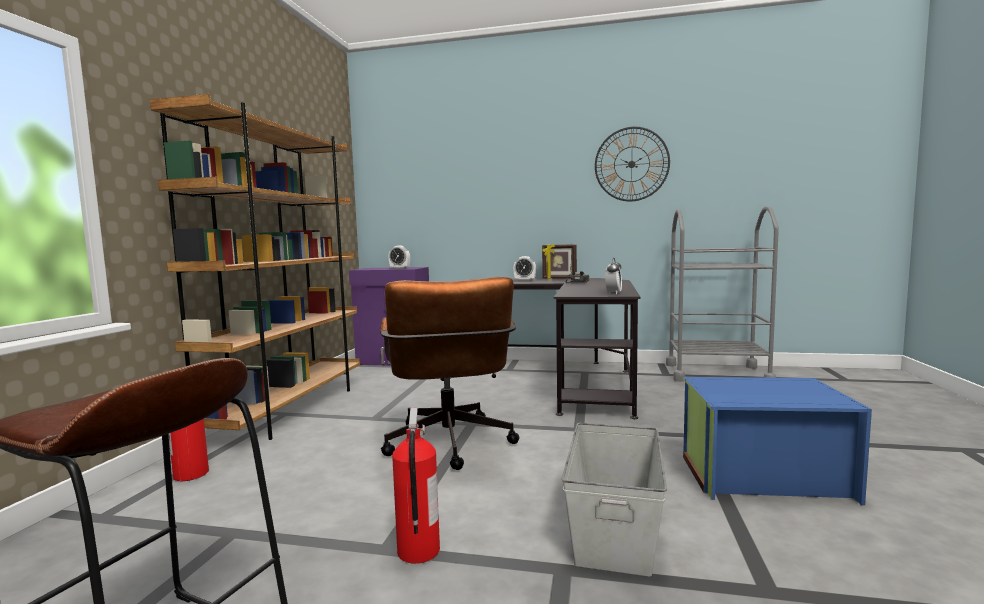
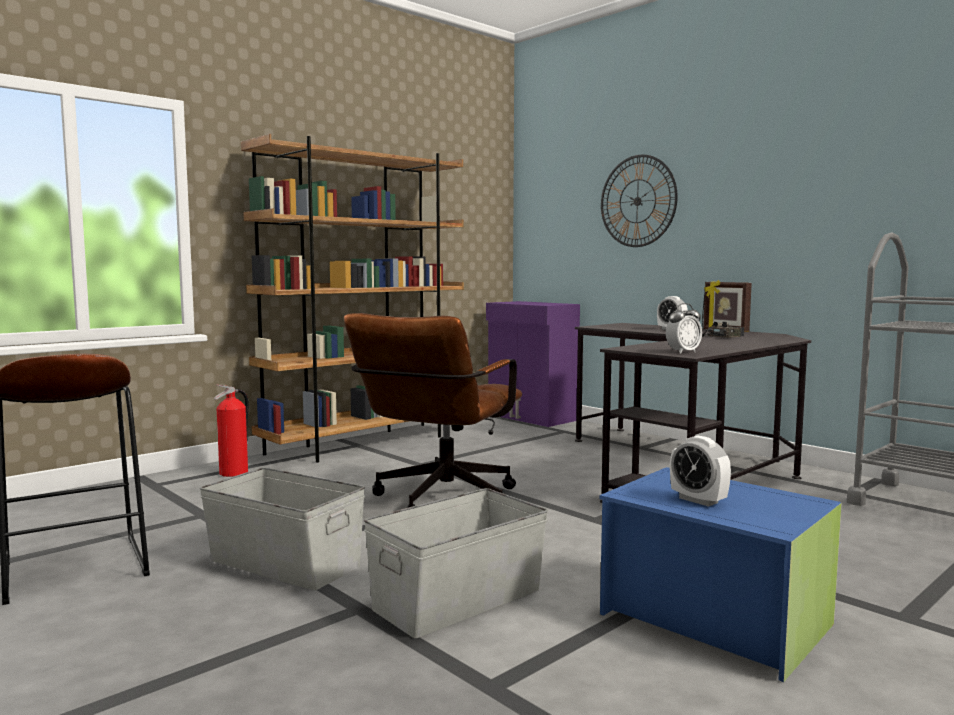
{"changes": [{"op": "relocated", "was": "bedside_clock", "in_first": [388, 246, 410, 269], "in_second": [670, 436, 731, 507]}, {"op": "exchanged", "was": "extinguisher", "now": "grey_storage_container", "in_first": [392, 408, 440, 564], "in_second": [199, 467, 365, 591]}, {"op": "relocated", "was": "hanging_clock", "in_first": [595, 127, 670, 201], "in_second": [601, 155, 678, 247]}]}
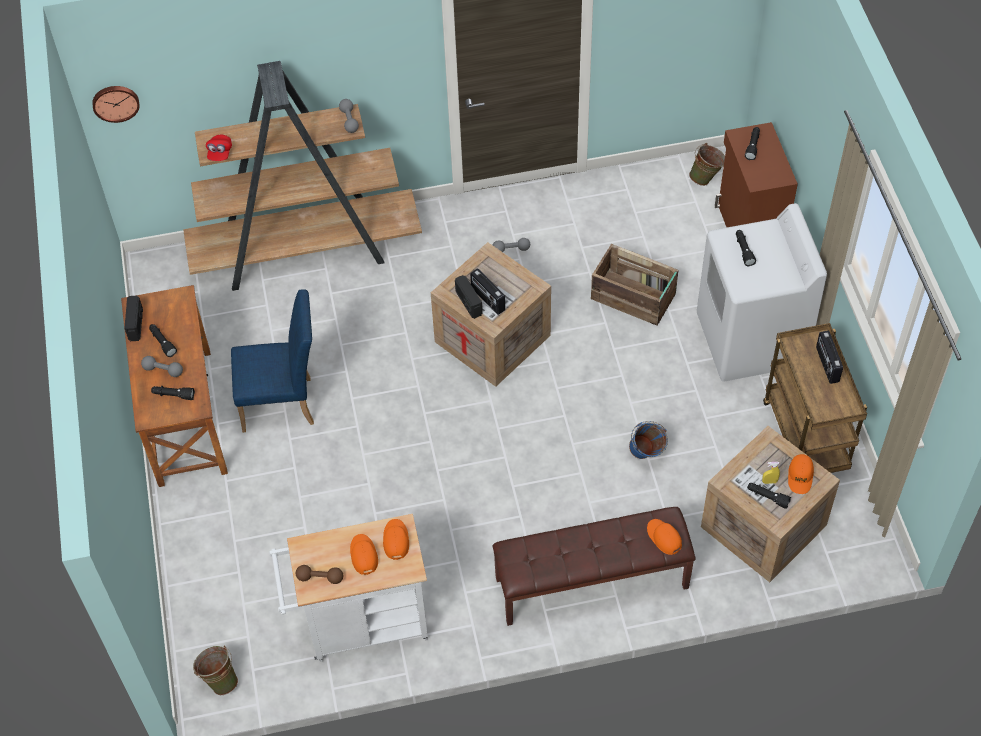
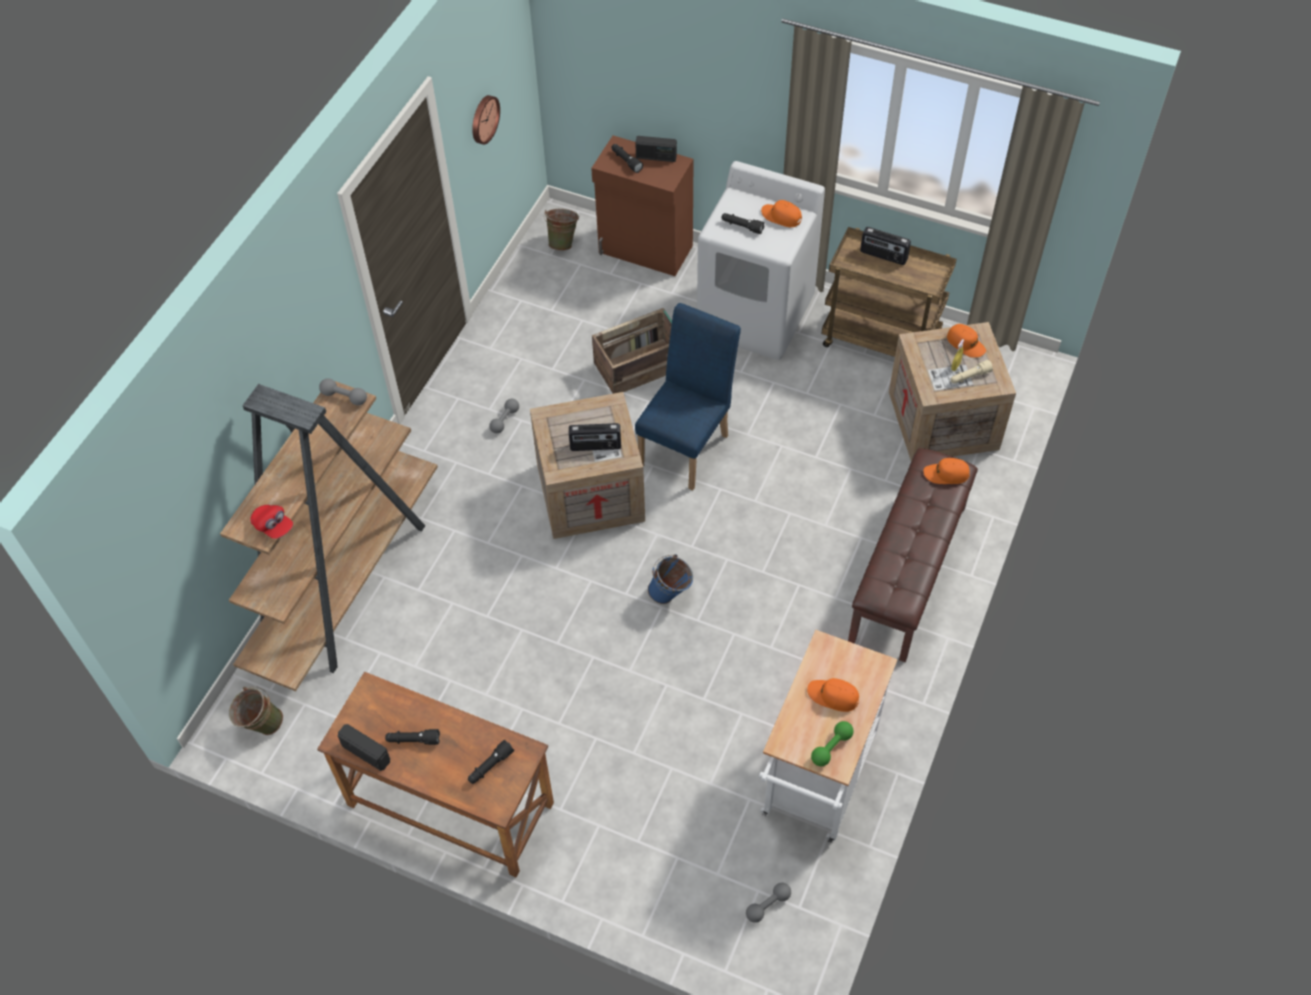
{"changes": [{"op": "relocated", "was": "hanging_clock", "in_first": [92, 86, 140, 123], "in_second": [472, 95, 500, 145]}, {"op": "relocated", "was": "grey_dumbbell", "in_first": [141, 356, 183, 377], "in_second": [746, 883, 791, 923]}, {"op": "relocated", "was": "green-coloured_water_bucket", "in_first": [193, 646, 238, 695], "in_second": [229, 686, 283, 735]}, {"op": "relocated", "was": "blue-coloured_upright_chair", "in_first": [231, 289, 314, 433], "in_second": [635, 303, 741, 490]}, {"op": "colour", "was": "brownish_dumbbell", "now": "green-coloured_dumbbell", "in_first": [296, 565, 343, 584], "in_second": [811, 721, 854, 766]}, {"op": "relocated", "was": "orangey_peaked_cap", "in_first": [383, 519, 409, 560], "in_second": [761, 200, 802, 227]}, {"op": "relocated", "was": "radio_receiver", "in_first": [455, 275, 483, 319], "in_second": [635, 136, 677, 162]}, {"op": "relocated", "was": "blue-coloured_water_bucket", "in_first": [629, 421, 668, 459], "in_second": [648, 554, 693, 604]}, {"op": "colour", "was": "blackish_flashlight", "now": "beige-coloured_flashlight", "in_first": [747, 483, 791, 509], "in_second": [950, 360, 993, 384]}]}
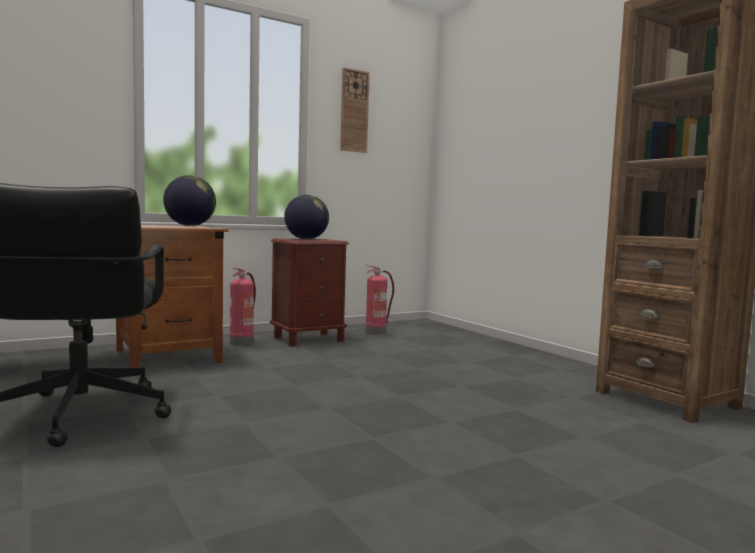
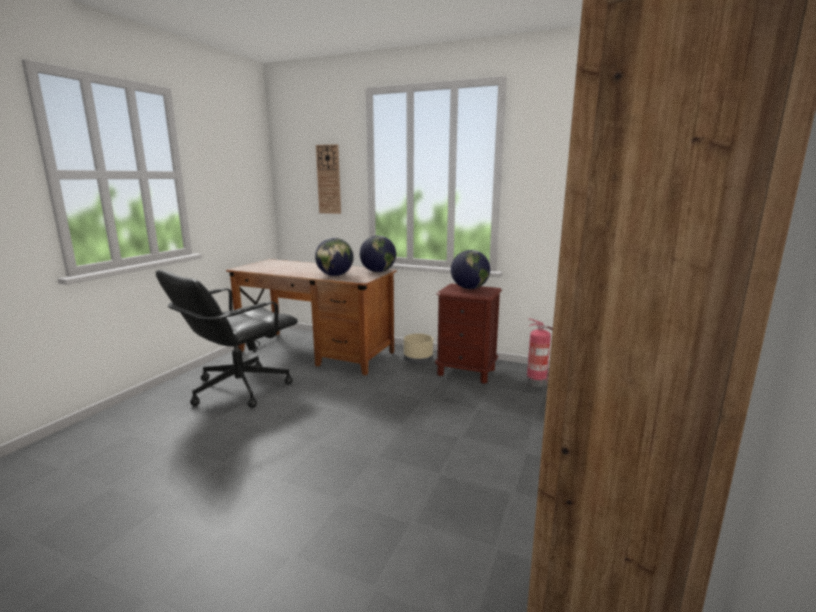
{"changes": [{"op": "exchanged", "was": "extinguisher", "now": "beige-coloured_plant_pot", "in_first": [229, 268, 256, 346], "in_second": [404, 334, 433, 364]}, {"op": "relocated", "was": "hanging_clock", "in_first": [340, 68, 370, 153], "in_second": [316, 144, 341, 214]}, {"op": "appeared", "now": "desk_globe", "in_second": [315, 238, 354, 276]}]}
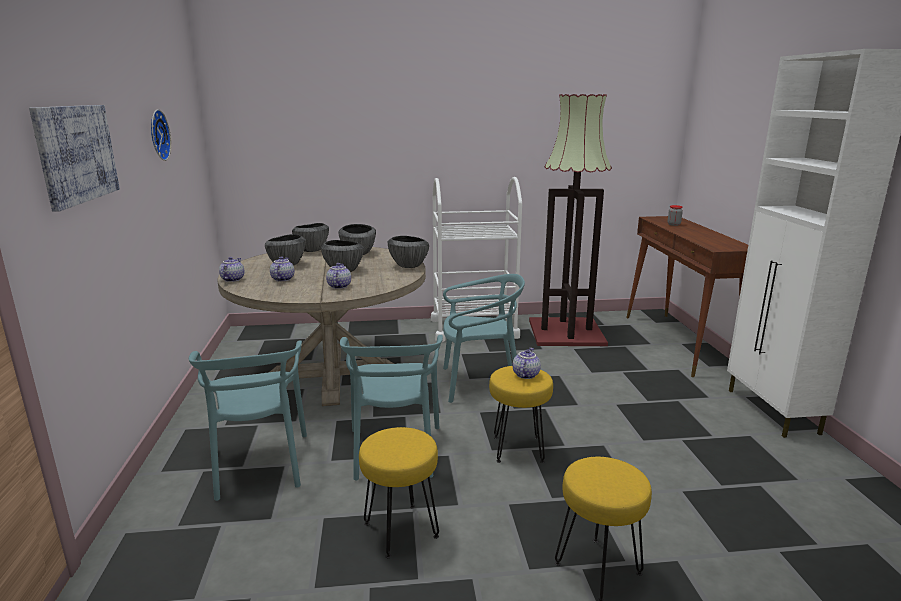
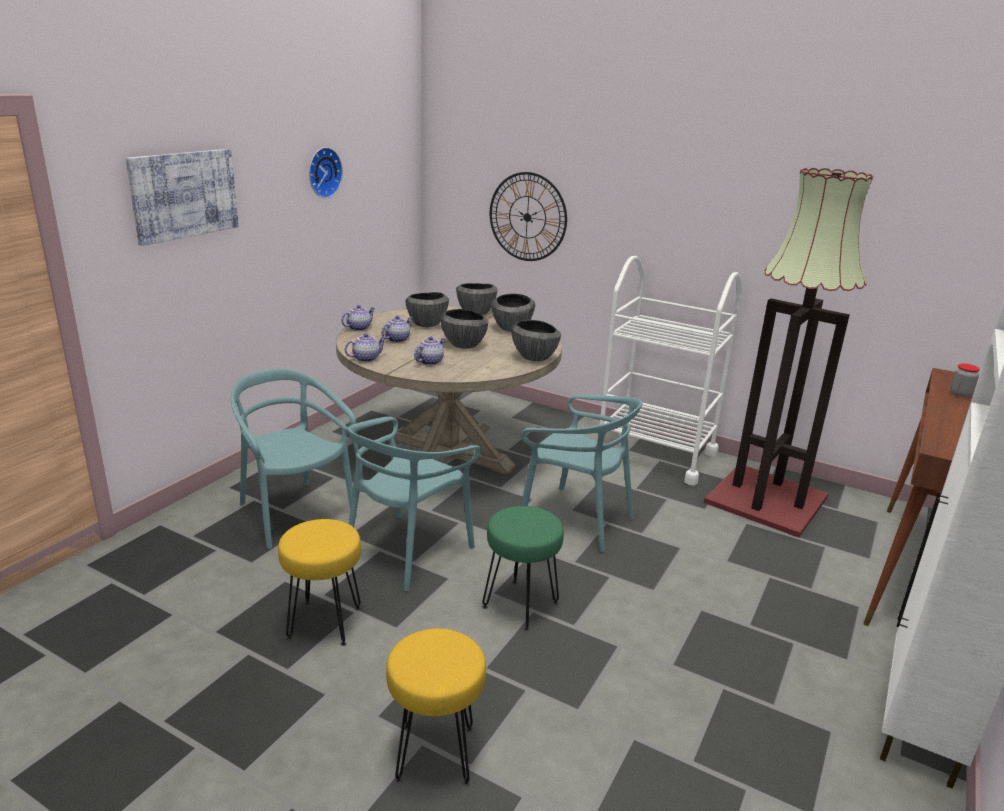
{"changes": [{"op": "spun", "was": "blue-green_upright_chair", "in_first": [189, 340, 307, 501], "in_second": [231, 369, 357, 549], "clockwise": 120}, {"op": "colour", "was": "yellowish_stool", "now": "green-coloured_stool", "in_first": [489, 366, 553, 463], "in_second": [482, 506, 564, 631]}, {"op": "relocated", "was": "pot_for_tea", "in_first": [513, 348, 541, 379], "in_second": [345, 333, 387, 362]}, {"op": "appeared", "now": "hanging_clock", "in_second": [490, 172, 567, 261]}]}
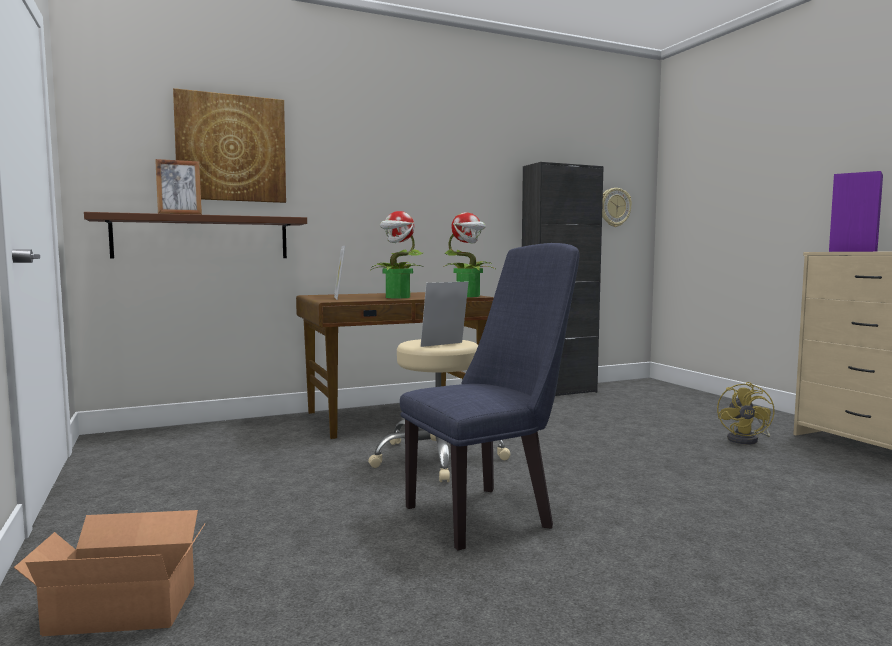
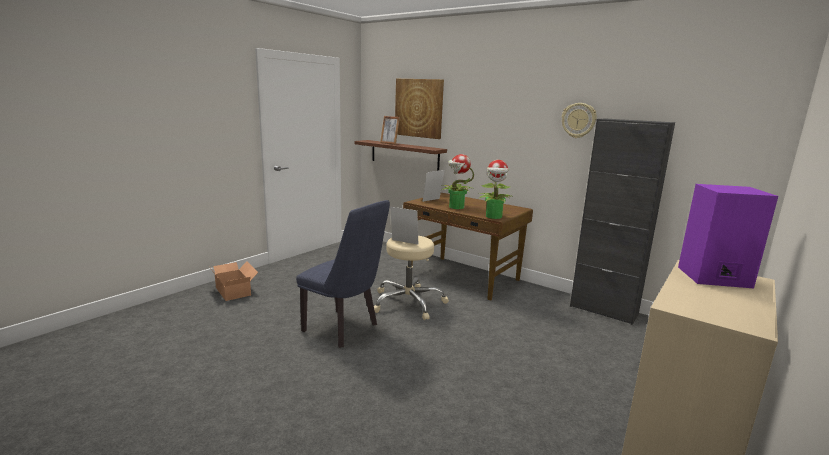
{"changes": [{"op": "relocated", "was": "hanging_clock", "in_first": [602, 188, 632, 227], "in_second": [562, 103, 597, 138]}, {"op": "missing", "was": "yellowish_electric_fan", "in_first": [717, 382, 774, 444]}]}
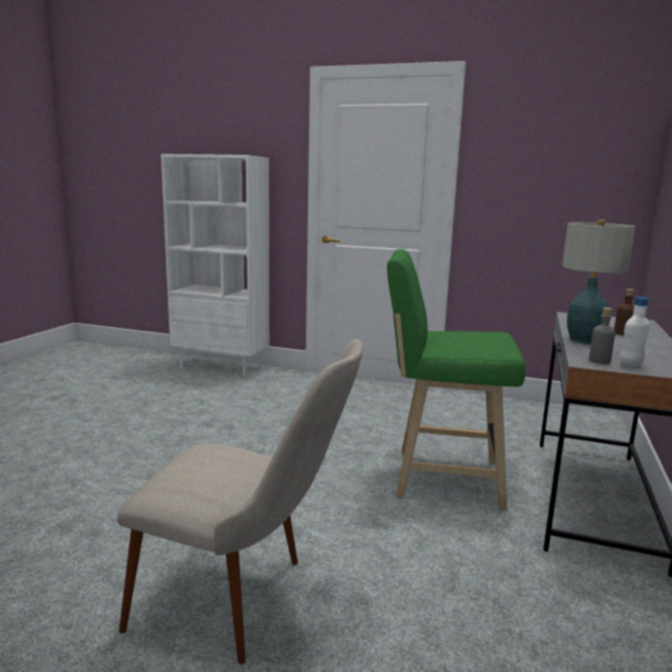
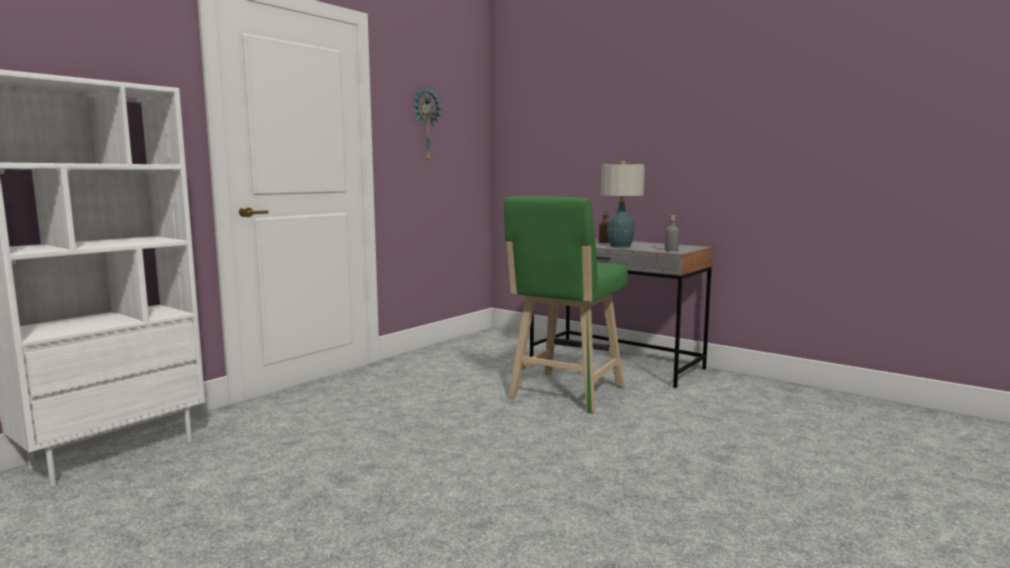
{"changes": [{"op": "missing", "was": "beige-coloured_upright_chair", "in_first": [117, 339, 363, 664]}, {"op": "missing", "was": "whitish_beverage_bottle", "in_first": [620, 297, 650, 367]}, {"op": "appeared", "now": "hanging_clock", "in_second": [413, 87, 441, 163]}]}
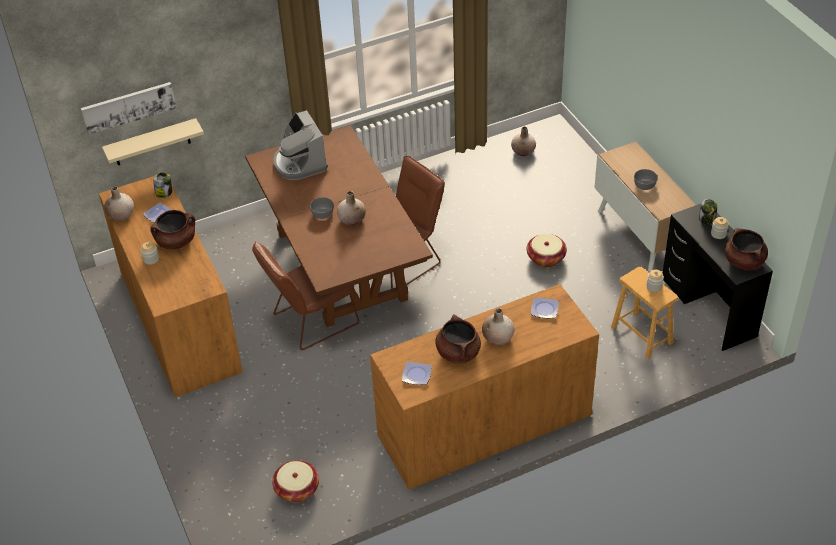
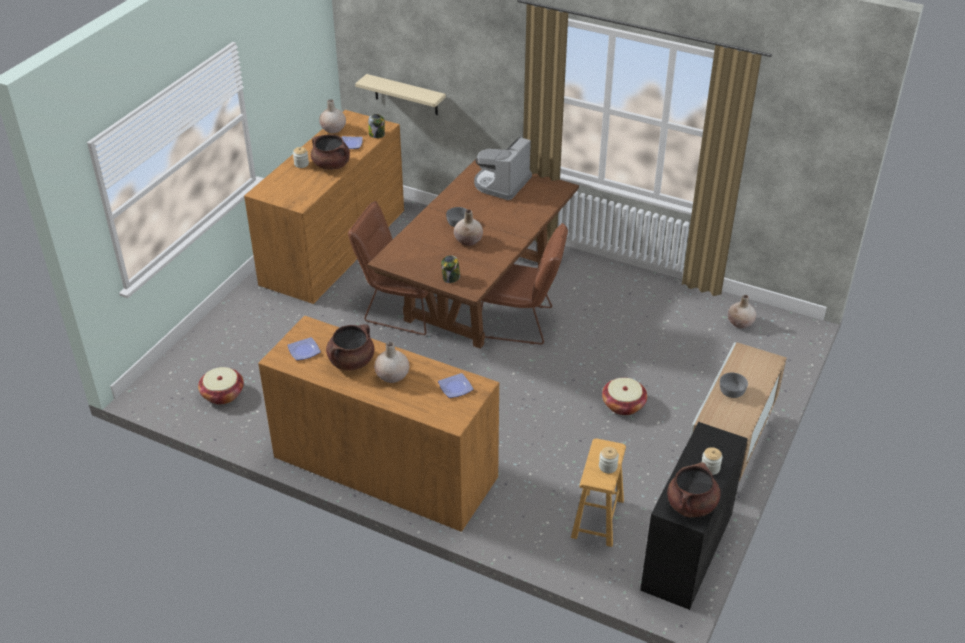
{"changes": [{"op": "missing", "was": "wall_picture", "in_first": [81, 82, 177, 135]}, {"op": "relocated", "was": "storage_jar", "in_first": [699, 199, 717, 225], "in_second": [441, 255, 460, 283]}]}
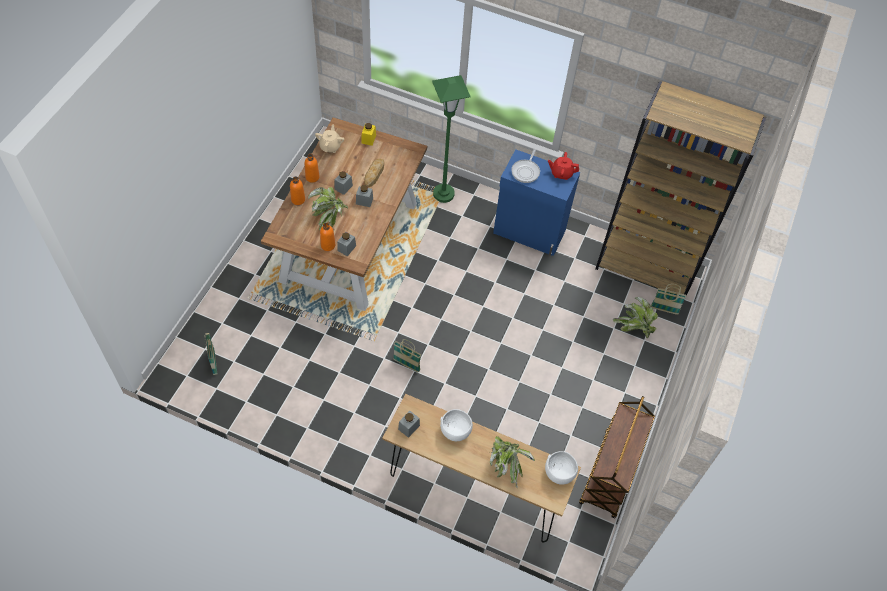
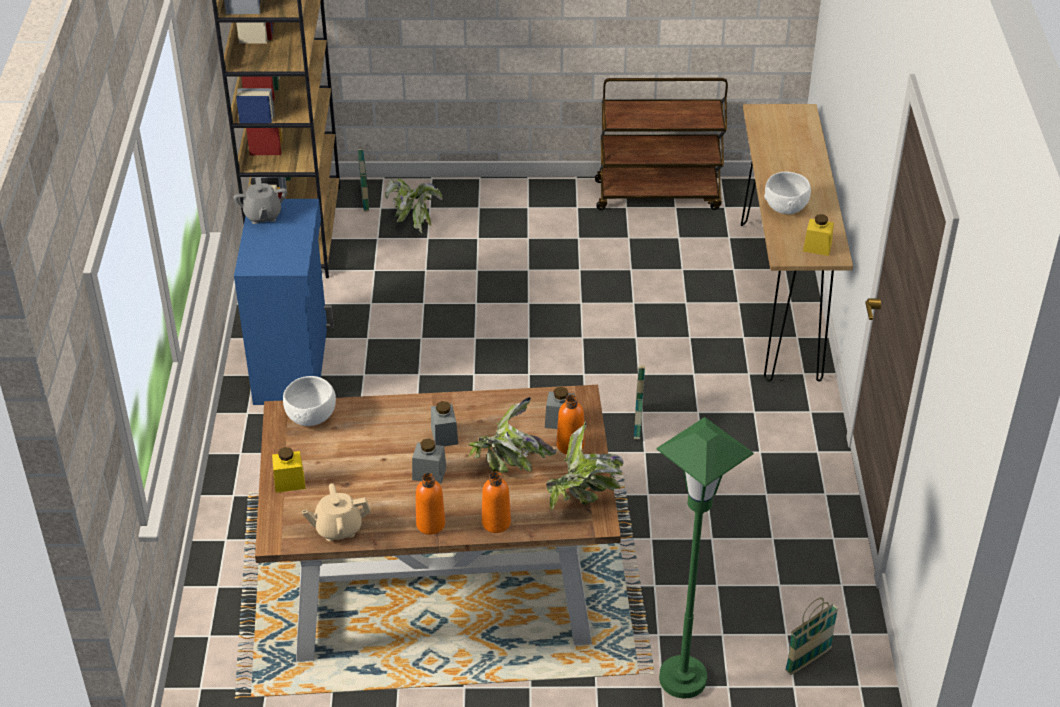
{"changes": [{"op": "missing", "was": "bakery_bread", "in_first": [364, 158, 384, 188]}, {"op": "colour", "was": "grey_storage_jar", "now": "yellowish_storage_jar", "in_first": [398, 411, 420, 438], "in_second": [803, 214, 834, 256]}, {"op": "relocated", "was": "green-coloured_floor_lamp", "in_first": [432, 75, 471, 203], "in_second": [657, 417, 754, 698]}, {"op": "relocated", "was": "potted_plant", "in_first": [490, 436, 535, 488], "in_second": [546, 421, 624, 510]}, {"op": "missing", "was": "skillet", "in_first": [511, 149, 540, 183]}, {"op": "relocated", "was": "whitish_deep_dish", "in_first": [545, 451, 578, 485], "in_second": [283, 376, 336, 426]}, {"op": "colour", "was": "red-coloured_pot_for_tea", "now": "grey_pot_for_tea", "in_first": [548, 152, 579, 180], "in_second": [233, 177, 287, 224]}]}
